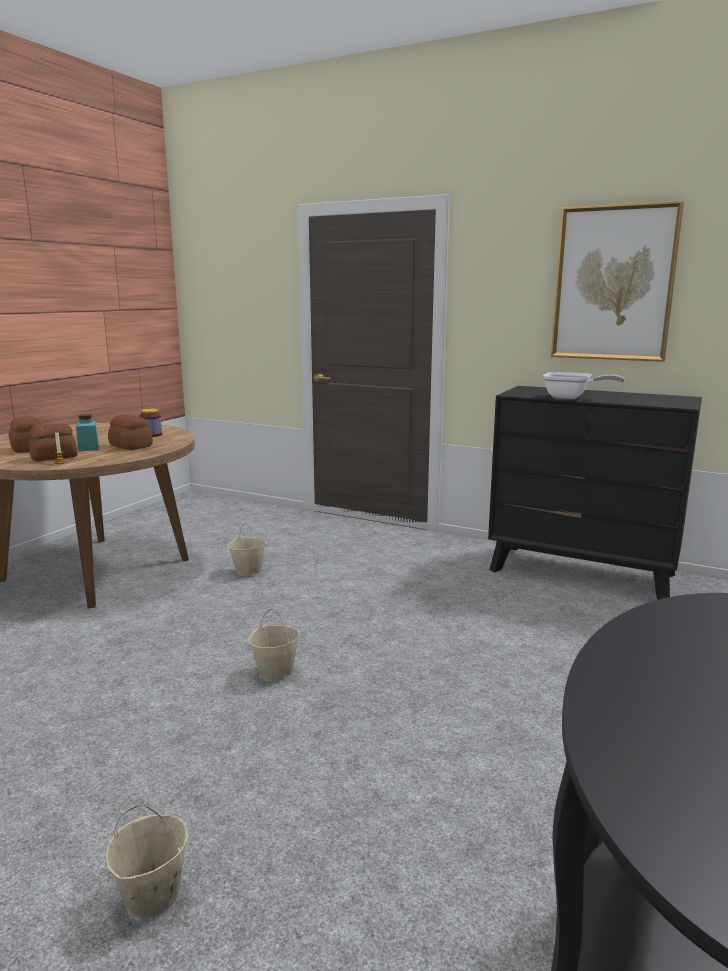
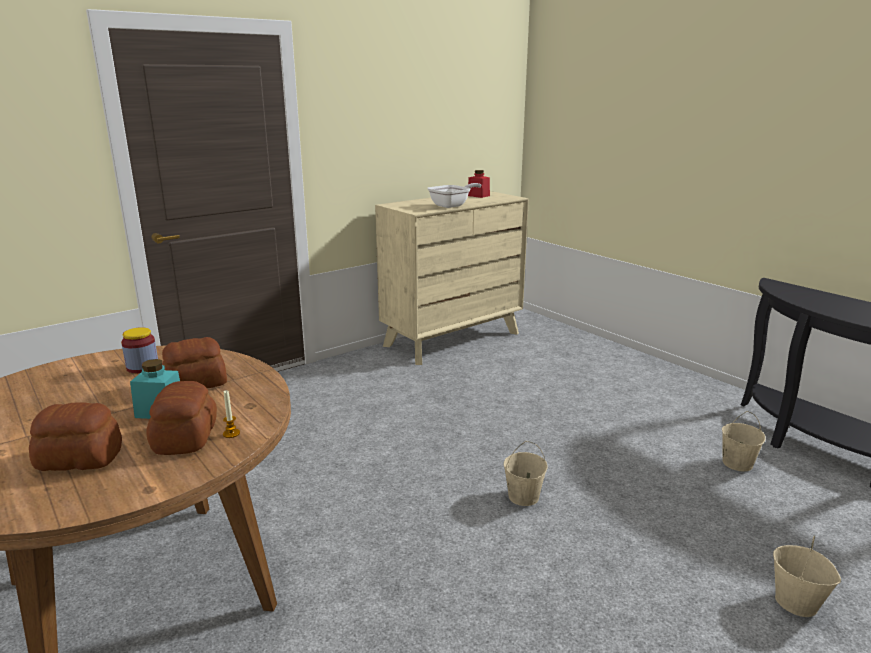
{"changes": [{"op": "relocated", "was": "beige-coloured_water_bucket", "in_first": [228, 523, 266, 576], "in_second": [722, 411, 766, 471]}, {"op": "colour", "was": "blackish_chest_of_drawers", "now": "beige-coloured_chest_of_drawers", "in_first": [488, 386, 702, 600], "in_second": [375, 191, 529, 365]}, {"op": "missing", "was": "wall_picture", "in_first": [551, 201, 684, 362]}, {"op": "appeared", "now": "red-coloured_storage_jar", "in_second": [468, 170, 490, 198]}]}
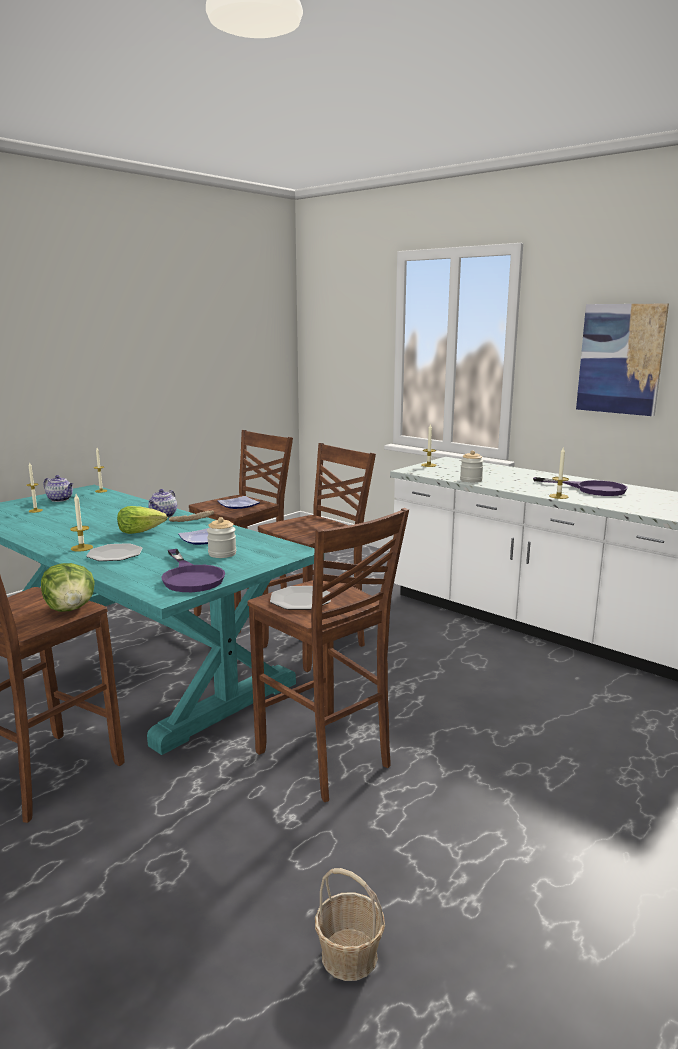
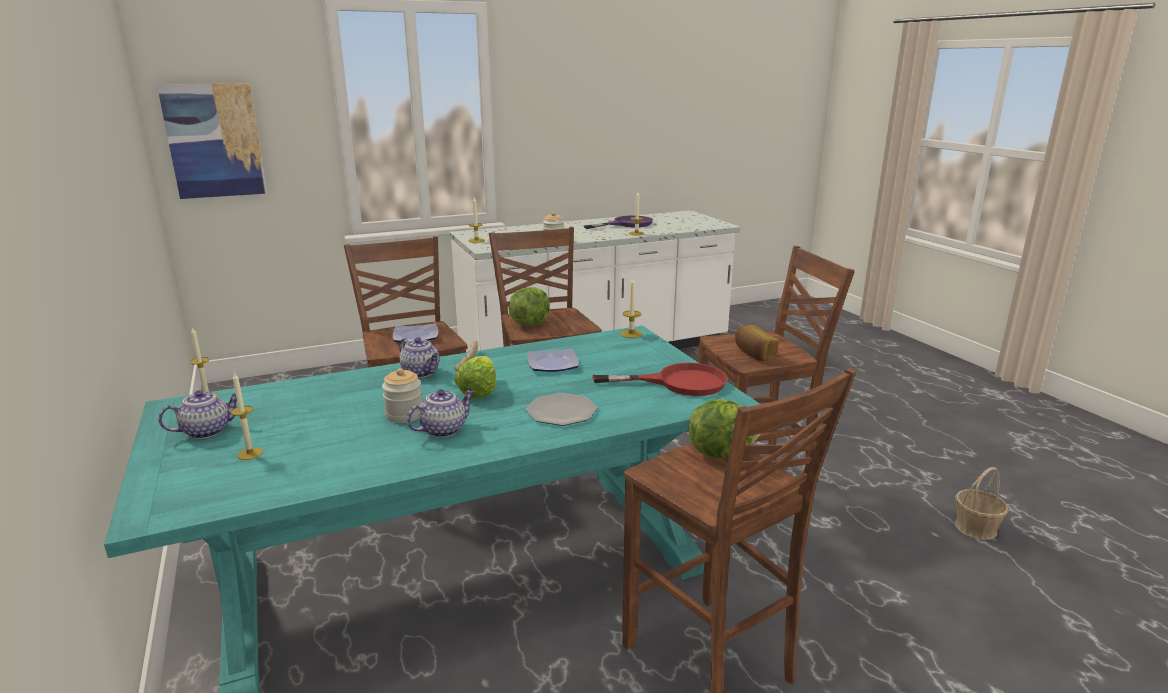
{"changes": [{"op": "relocated", "was": "wax_light", "in_first": [70, 494, 93, 552], "in_second": [621, 278, 642, 338]}, {"op": "colour", "was": "purplish_skillet", "now": "red-coloured_skillet", "in_first": [161, 549, 225, 592], "in_second": [592, 363, 728, 396]}, {"op": "relocated", "was": "storage_jar", "in_first": [207, 517, 236, 558], "in_second": [382, 368, 422, 423]}, {"op": "exchanged", "was": "dinner_plate", "now": "bakery_bread", "in_first": [270, 586, 331, 610], "in_second": [735, 325, 779, 361]}, {"op": "relocated", "was": "wall_picture", "in_first": [576, 304, 669, 416], "in_second": [157, 83, 267, 199]}, {"op": "appeared", "now": "pot_for_tea", "in_second": [407, 389, 474, 438]}, {"op": "appeared", "now": "lettuce", "in_second": [509, 287, 550, 326]}]}
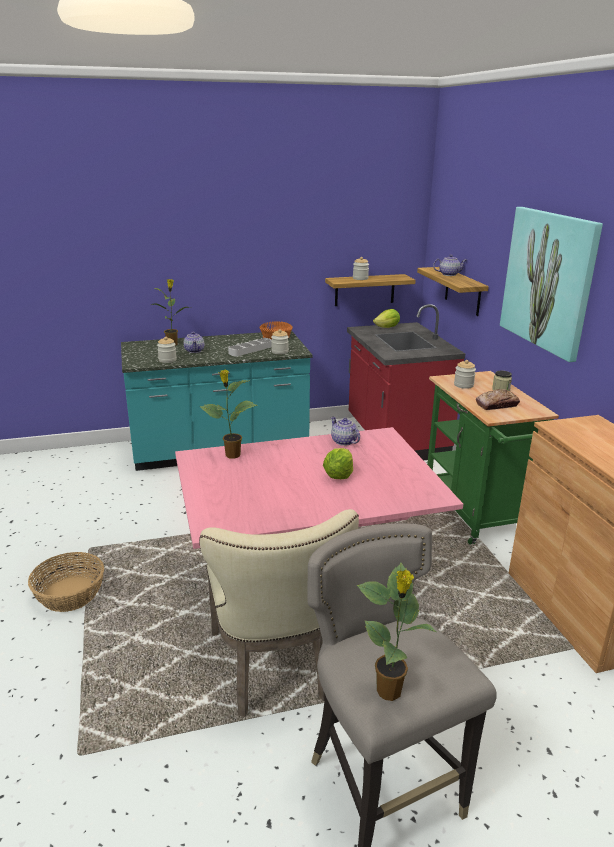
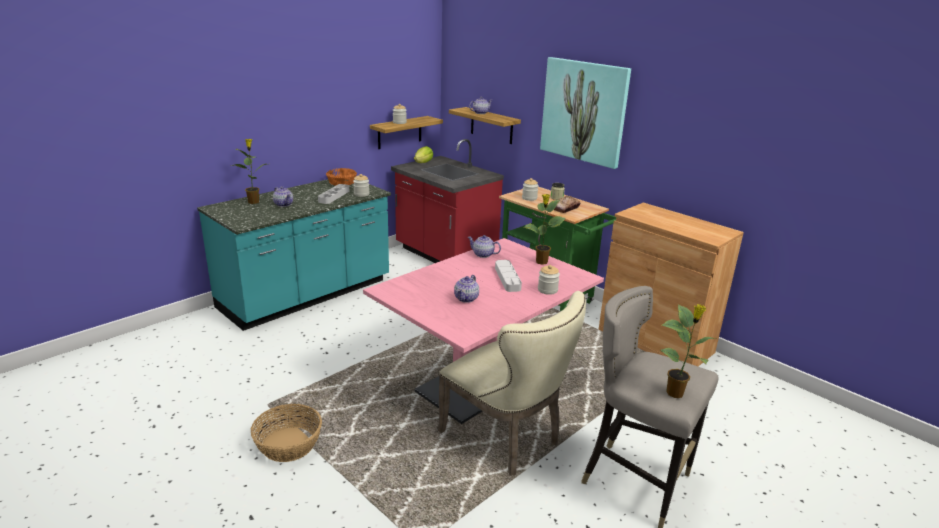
{"changes": [{"op": "relocated", "was": "storage_jar", "in_first": [157, 337, 177, 363], "in_second": [538, 265, 560, 295]}, {"op": "relocated", "was": "potted_plant", "in_first": [200, 369, 257, 459], "in_second": [524, 194, 566, 265]}, {"op": "exchanged", "was": "lettuce", "now": "grey_carrying_tray", "in_first": [323, 448, 353, 479], "in_second": [495, 260, 522, 292]}, {"op": "appeared", "now": "pot_for_tea", "in_second": [454, 275, 479, 303]}]}
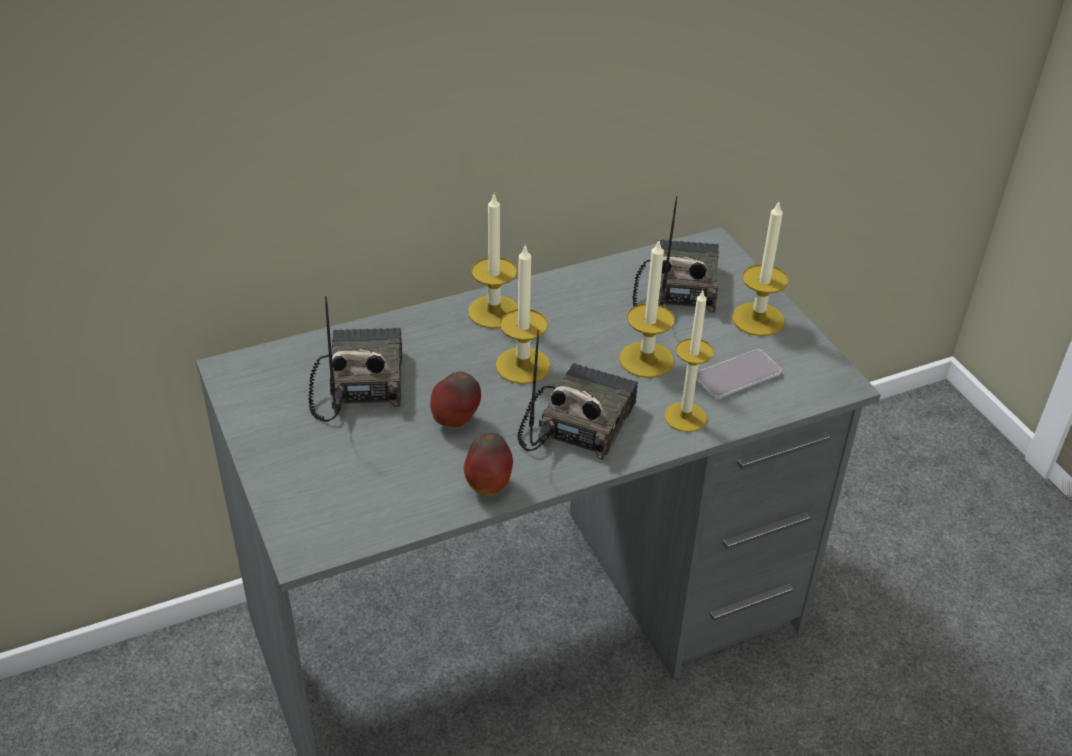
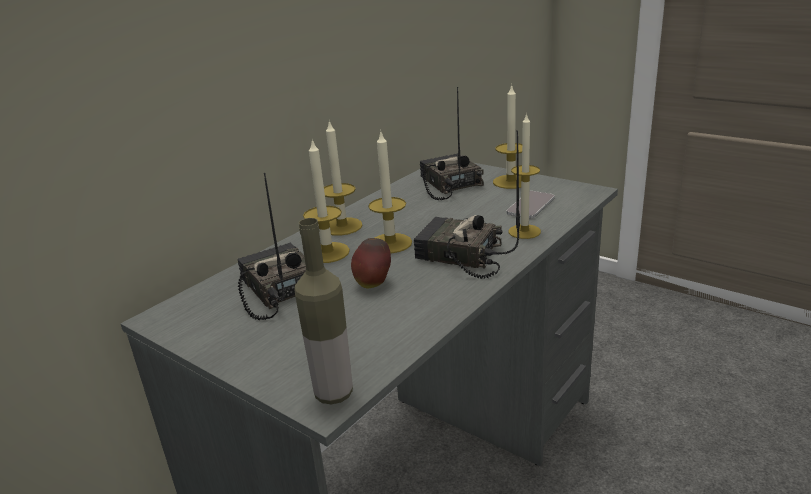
{"changes": [{"op": "missing", "was": "apple_fruit", "in_first": [464, 433, 513, 496]}, {"op": "spun", "was": "radio_receiver", "in_first": [517, 330, 638, 460], "in_second": [414, 130, 520, 279], "clockwise": -60}, {"op": "relocated", "was": "wax_light", "in_first": [619, 240, 675, 378], "in_second": [303, 138, 350, 263]}, {"op": "appeared", "now": "beverage_bottle", "in_second": [294, 218, 353, 404]}]}
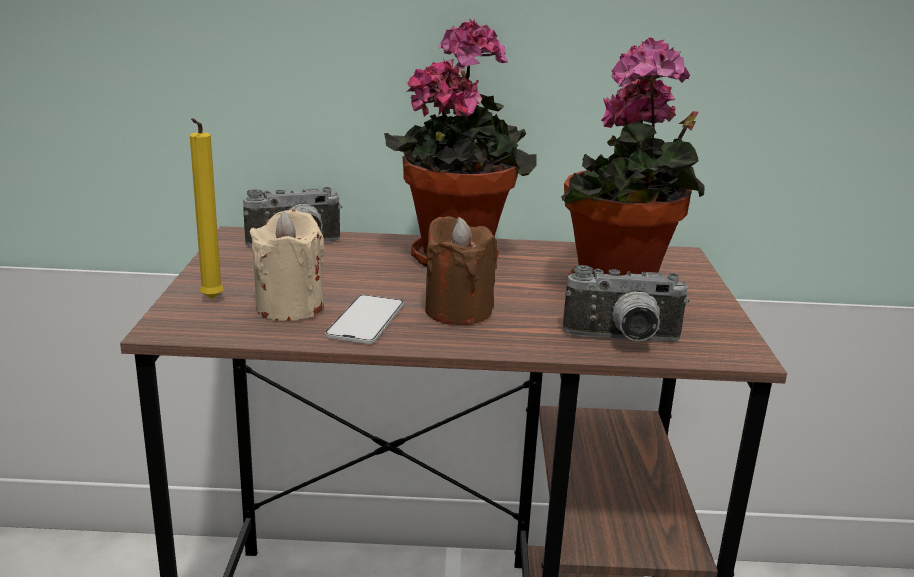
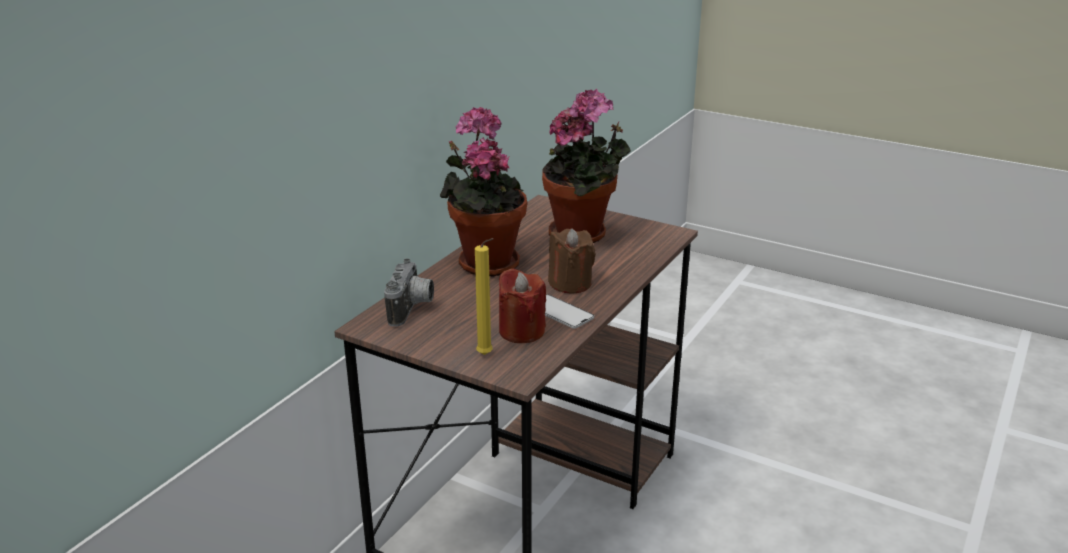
{"changes": [{"op": "colour", "was": "beige-coloured_wax_light", "now": "red-coloured_wax_light", "in_first": [250, 210, 324, 321], "in_second": [499, 268, 546, 343]}, {"op": "missing", "was": "still_camera", "in_first": [562, 265, 689, 342]}]}
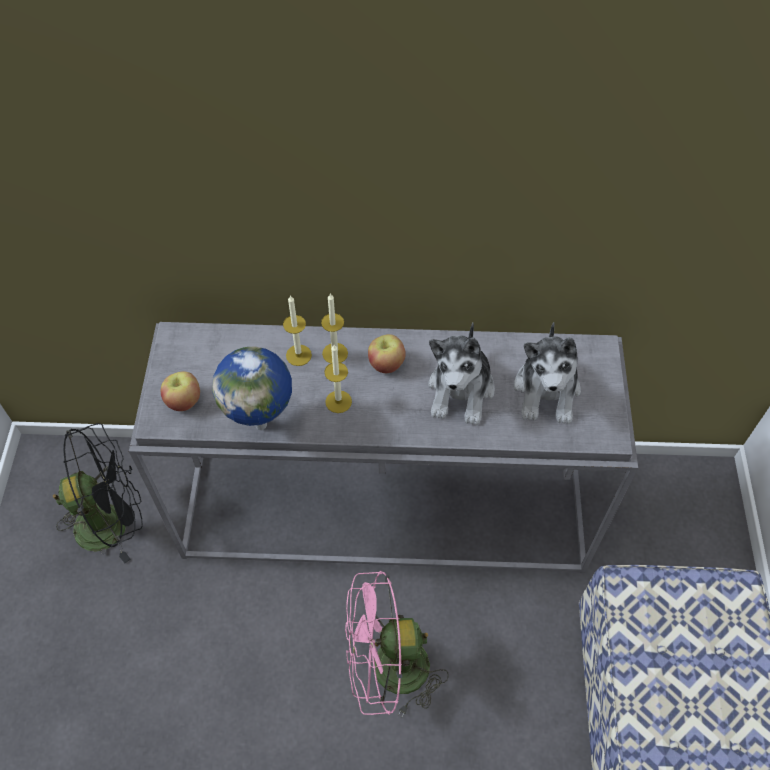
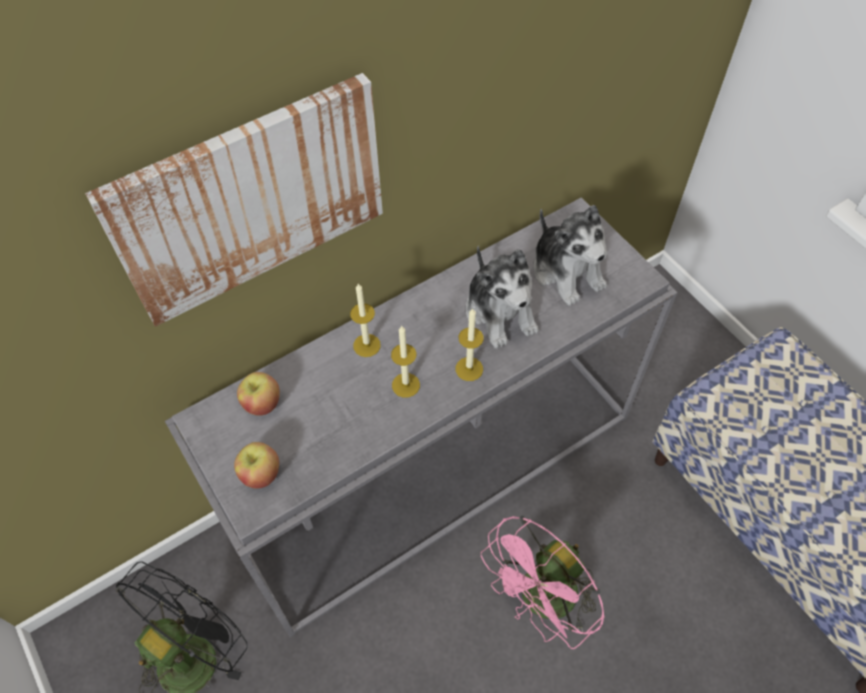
{"changes": [{"op": "missing", "was": "desk_globe", "in_first": [212, 346, 292, 430]}, {"op": "relocated", "was": "wax_light", "in_first": [283, 295, 312, 366], "in_second": [456, 308, 484, 381]}, {"op": "relocated", "was": "apple_fruit", "in_first": [368, 334, 406, 373], "in_second": [237, 372, 280, 416]}, {"op": "appeared", "now": "wall_picture", "in_second": [85, 73, 383, 327]}]}
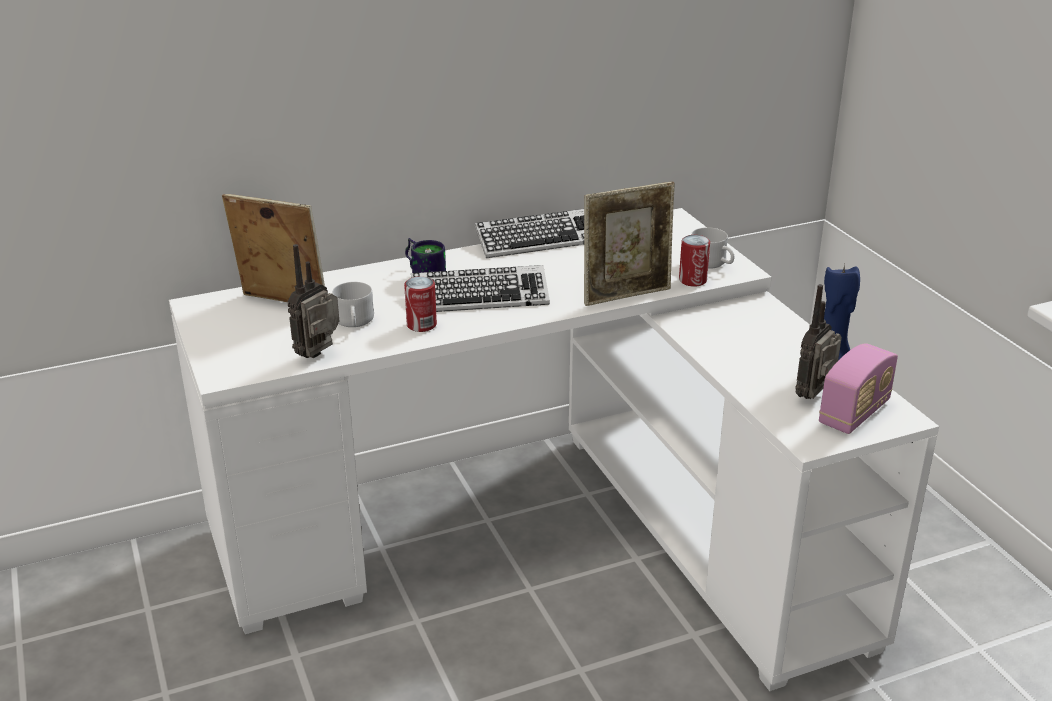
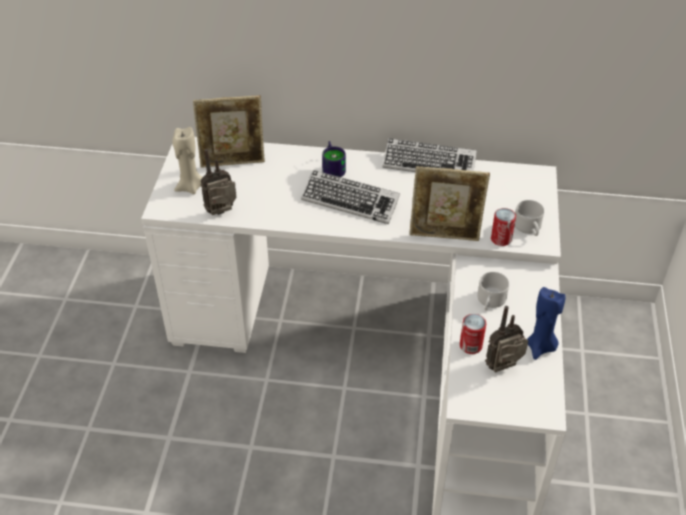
{"changes": [{"op": "spun", "was": "photo_frame", "in_first": [222, 194, 325, 302], "in_second": [193, 95, 265, 168], "clockwise": 120}, {"op": "relocated", "was": "whitish_coffee_mug", "in_first": [332, 282, 374, 327], "in_second": [477, 272, 509, 310]}, {"op": "relocated", "was": "can", "in_first": [404, 276, 437, 332], "in_second": [460, 314, 486, 354]}, {"op": "missing", "was": "radio_receiver", "in_first": [819, 343, 898, 434]}, {"op": "appeared", "now": "beige-coloured_wax_light", "in_second": [172, 127, 203, 194]}]}
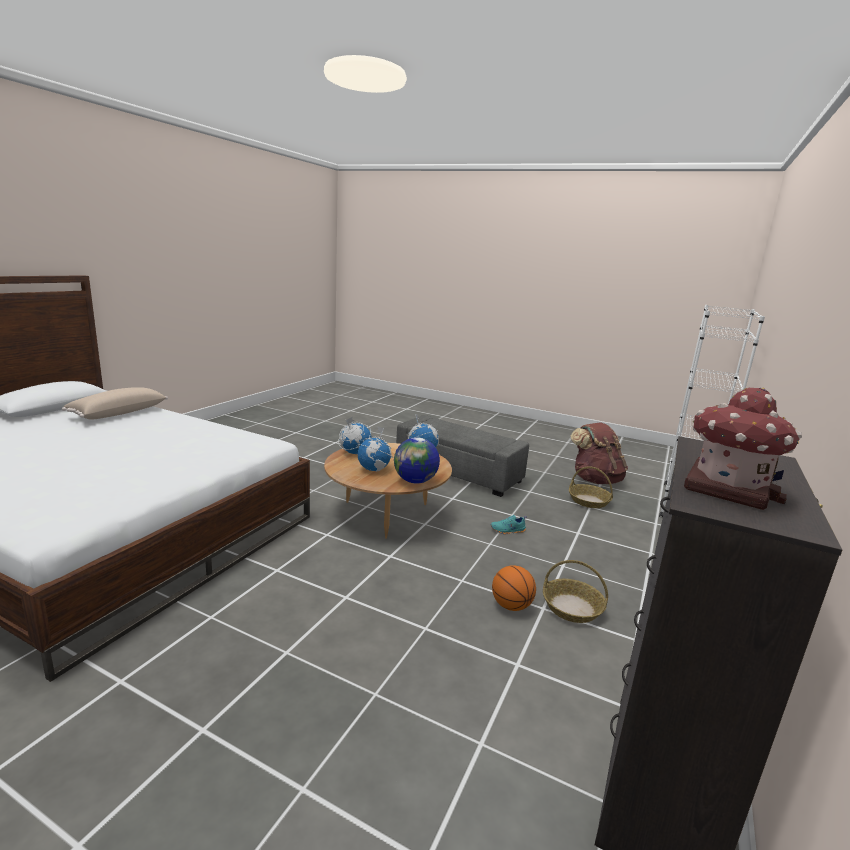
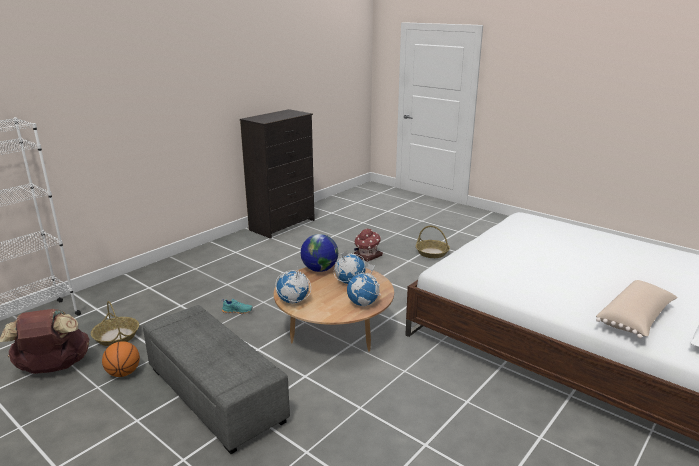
{"changes": [{"op": "relocated", "was": "basketball", "in_first": [492, 565, 536, 611], "in_second": [102, 341, 140, 377]}, {"op": "relocated", "was": "basket", "in_first": [543, 560, 608, 623], "in_second": [416, 226, 450, 258]}, {"op": "relocated", "was": "miniature_house", "in_first": [684, 387, 802, 510], "in_second": [354, 228, 383, 262]}]}
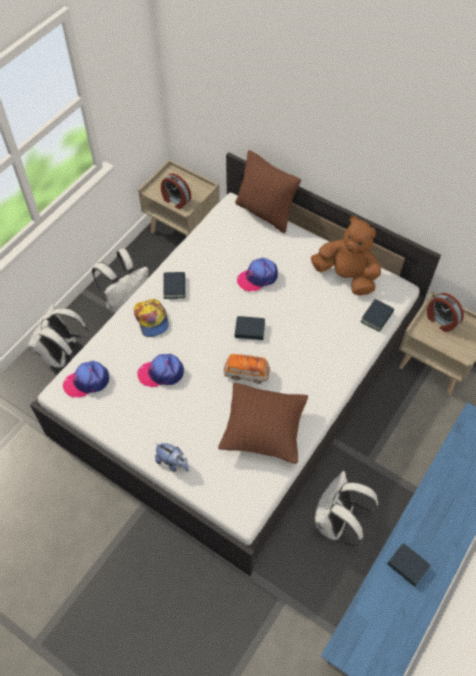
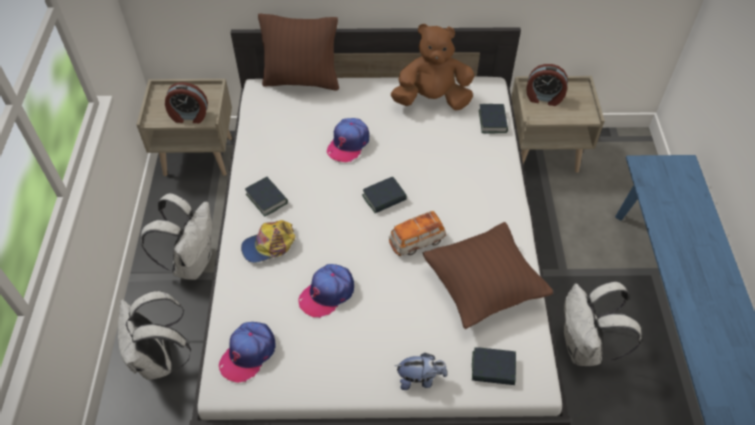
{"changes": [{"op": "spun", "was": "peaked_cap", "in_first": [134, 299, 169, 337], "in_second": [241, 220, 296, 263], "clockwise": 120}, {"op": "relocated", "was": "book", "in_first": [387, 543, 431, 587], "in_second": [472, 347, 516, 385]}]}
